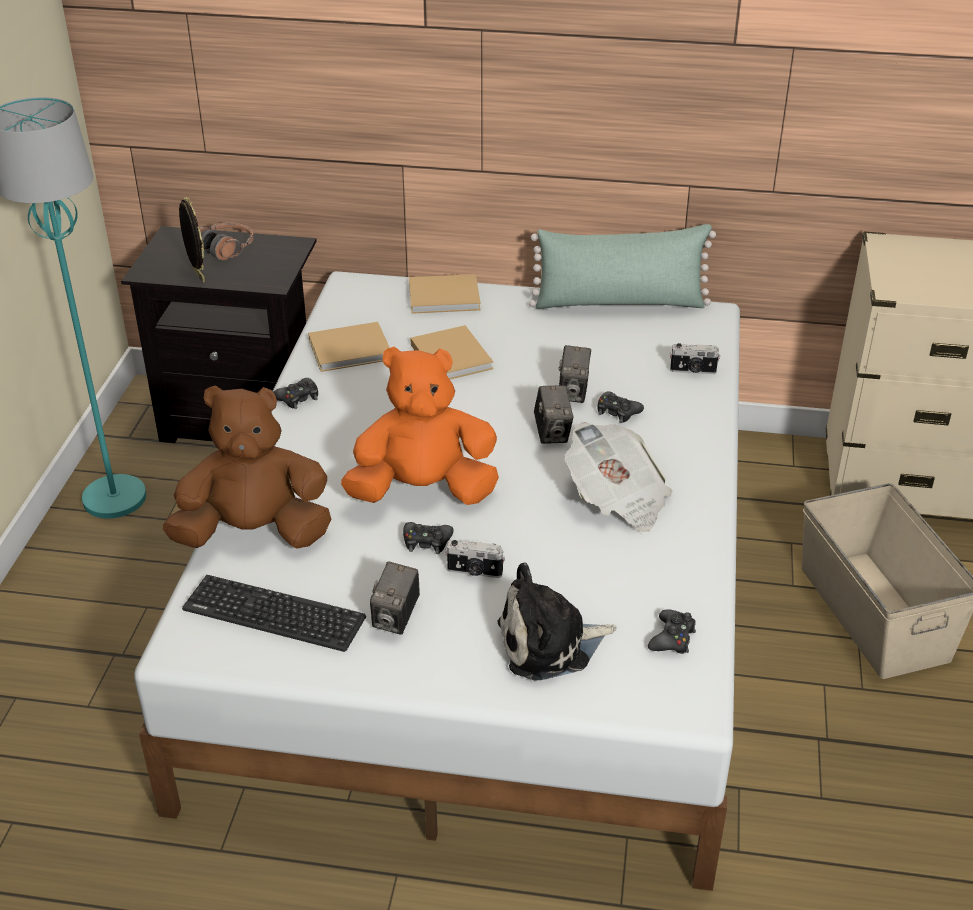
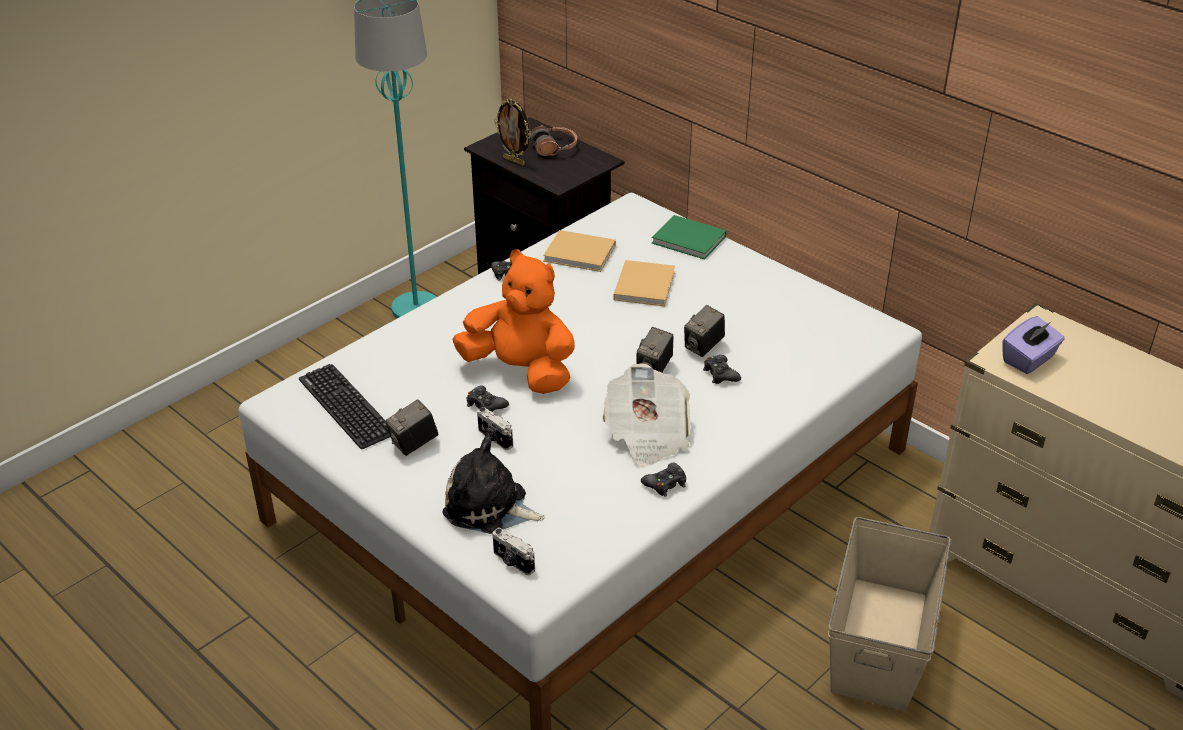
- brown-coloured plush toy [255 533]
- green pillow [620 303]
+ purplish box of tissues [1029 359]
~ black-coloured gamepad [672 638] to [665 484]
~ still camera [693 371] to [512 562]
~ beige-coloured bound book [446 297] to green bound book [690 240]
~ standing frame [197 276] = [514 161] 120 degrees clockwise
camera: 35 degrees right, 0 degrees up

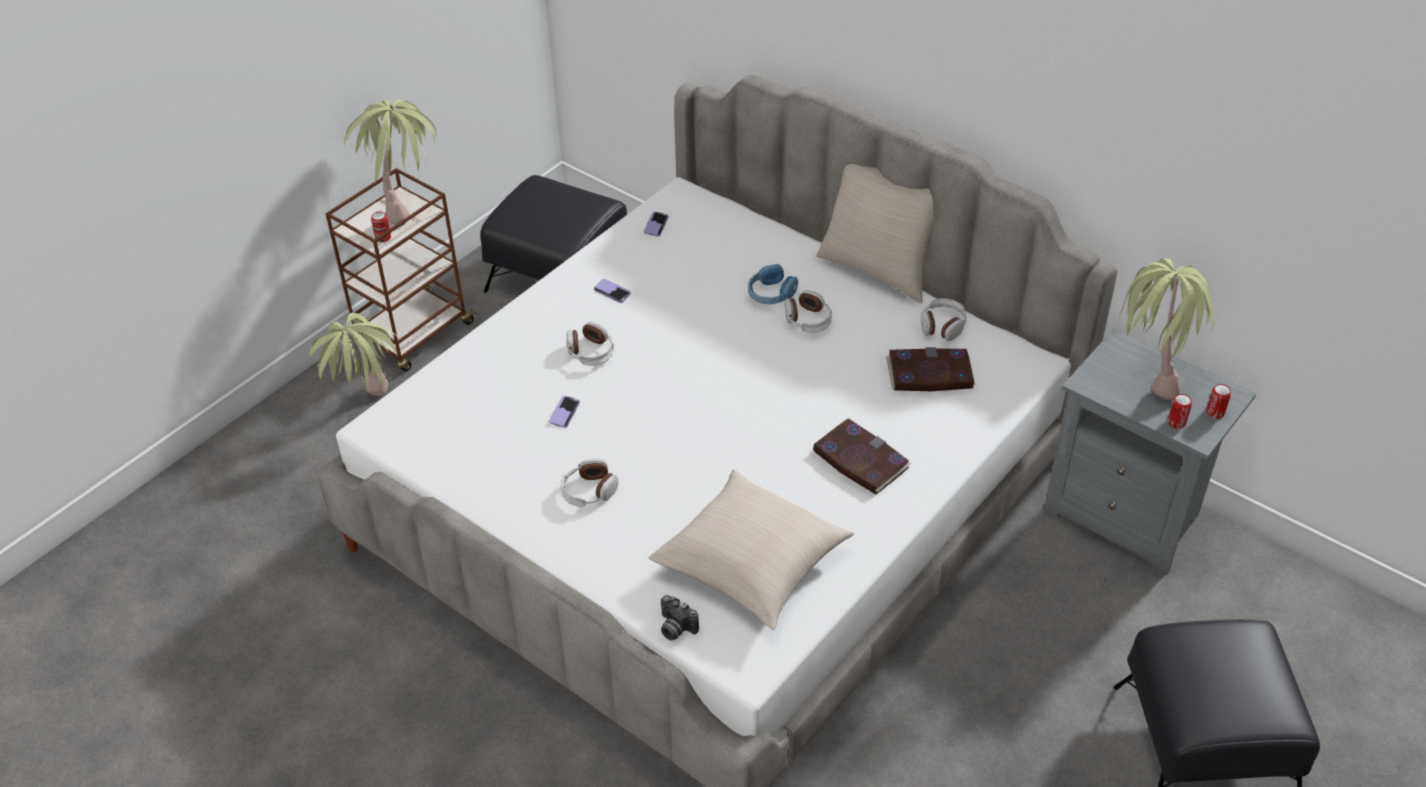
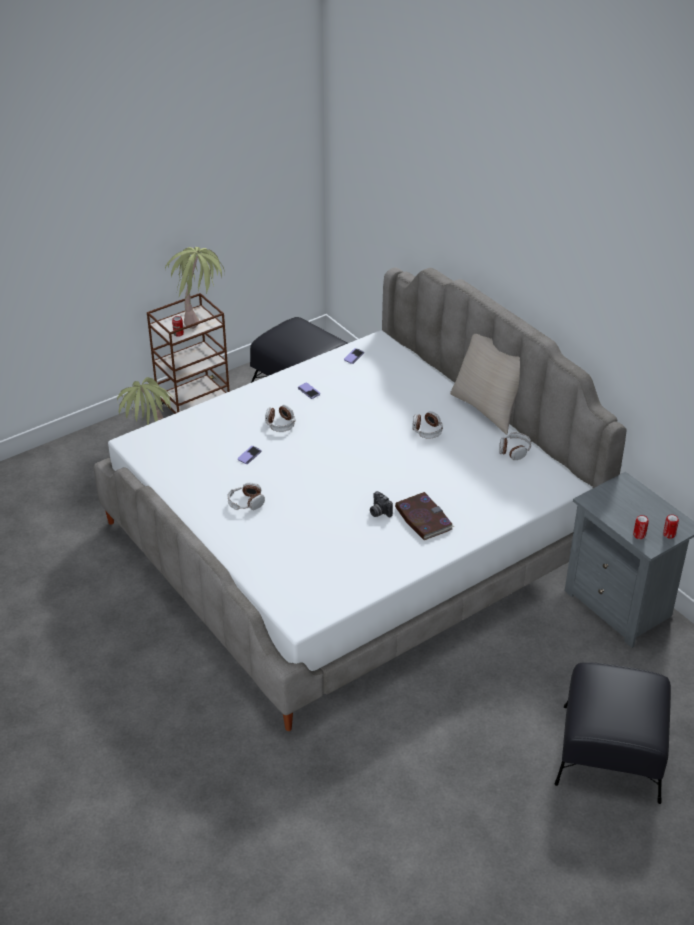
- beige-coloured pillow [751 563]
- blue-coloured pair of headphones [771 294]
- bound book [929 373]
- houseplant [1149 373]
~ still camera [675 628] to [379 512]
camera: 15 degrees right, 5 degrees down

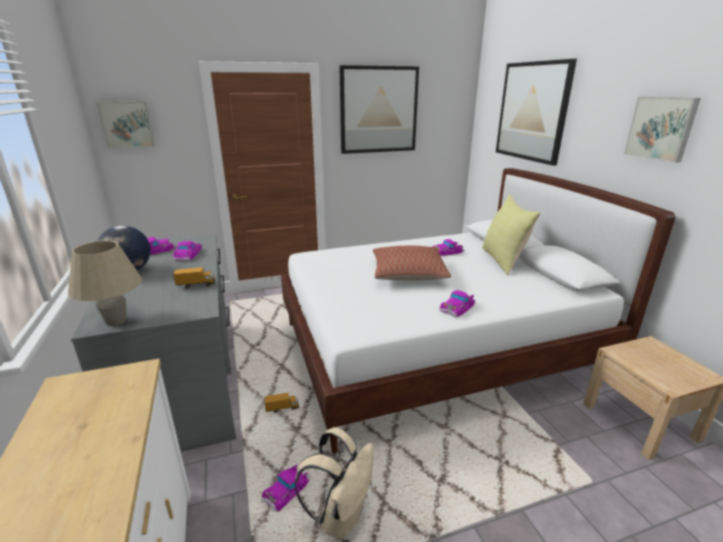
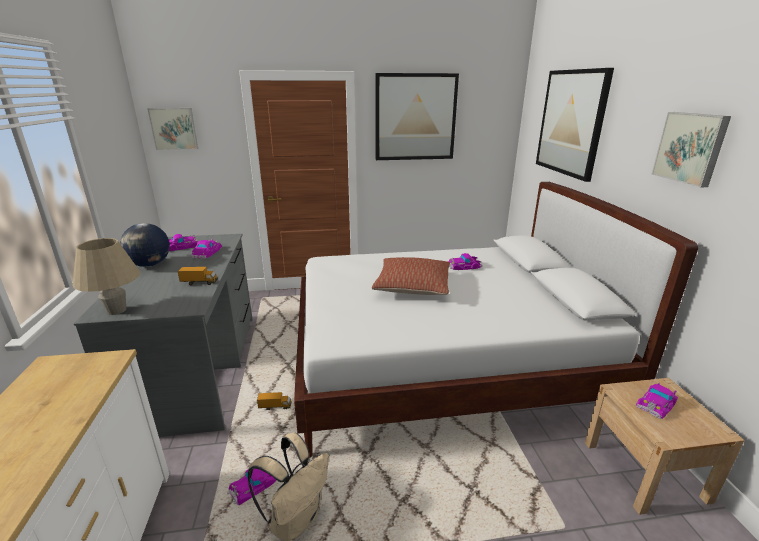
- yellow pillow [503 260]
~ toy car [457 307] to [657 403]
camera: 10 degrees right, 0 degrees up

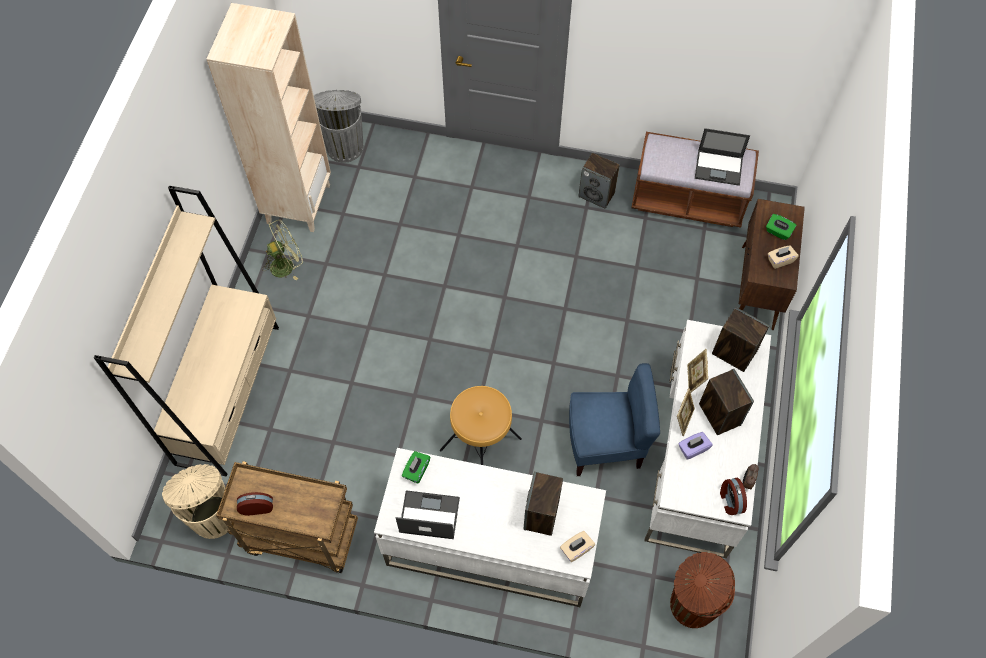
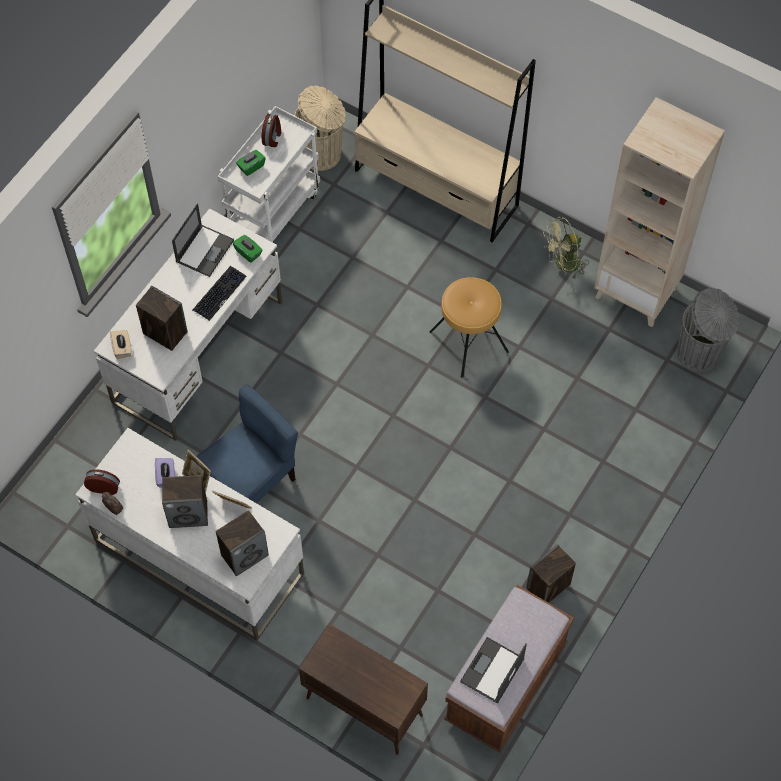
- brown-coloured trash can [691 605]
- beige-coloured box of tissues [780 260]
+ PC keyboard [219 293]
~ brown-coloured stool [481 444] to [468 342]
~ green box of tissues [778 232] to [251 167]
~ brown-coloured trolley [300 538] to whitish trolley [273 211]
~ green electric fan [286 264] = [563 265] 75 degrees clockwise
~ blue-coloured plain chair [605 444] = [251 481] 150 degrees counterclockwise
camera: 110 degrees right, 0 degrees up

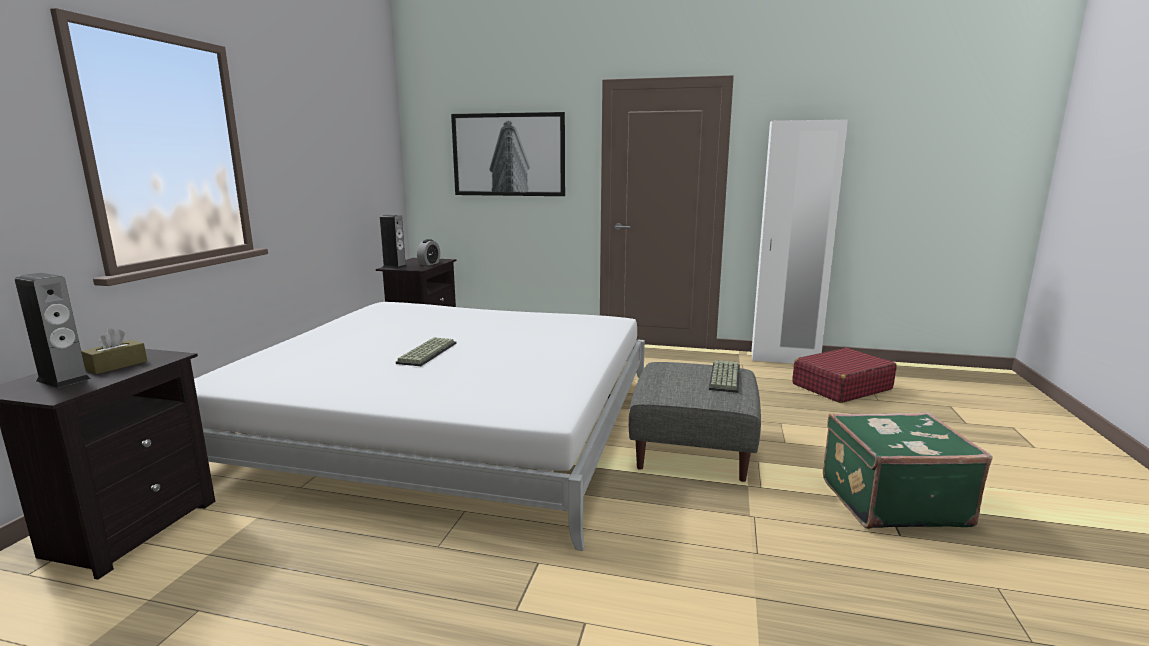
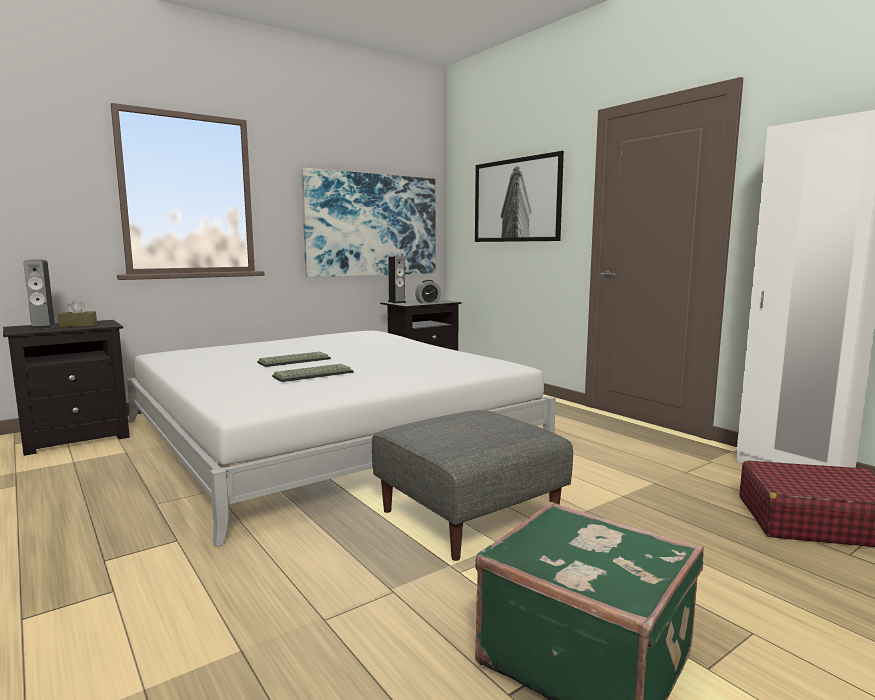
+ picture [372 225]
~ PC keyboard [723 377] to [313 374]
camera: 40 degrees right, 5 degrees down

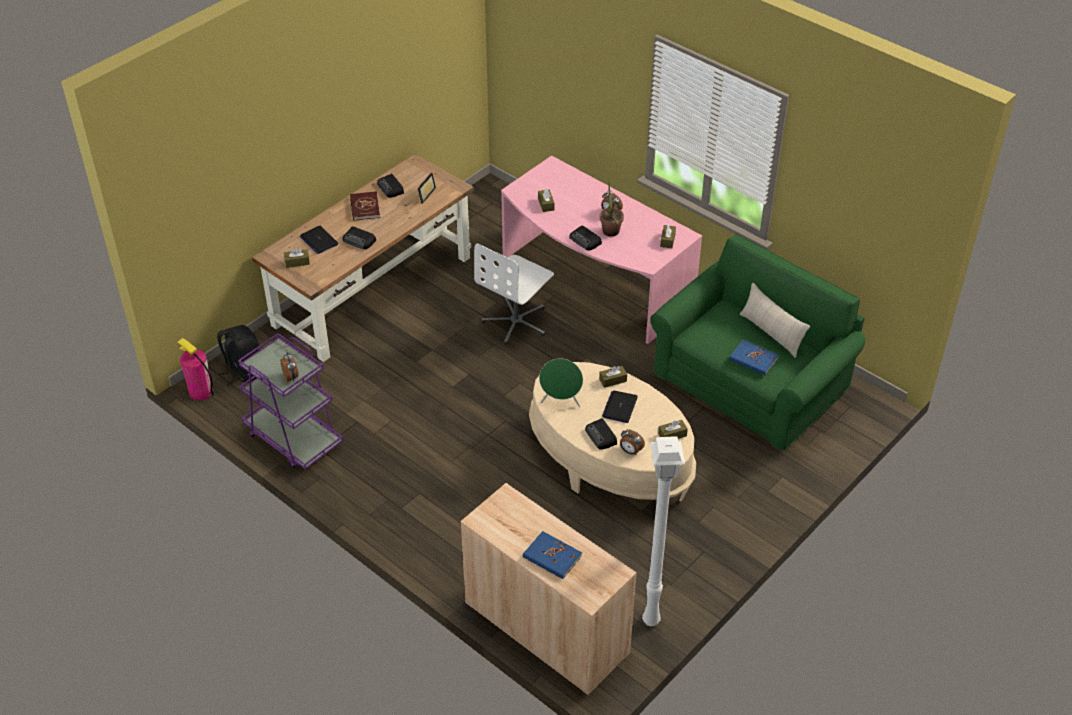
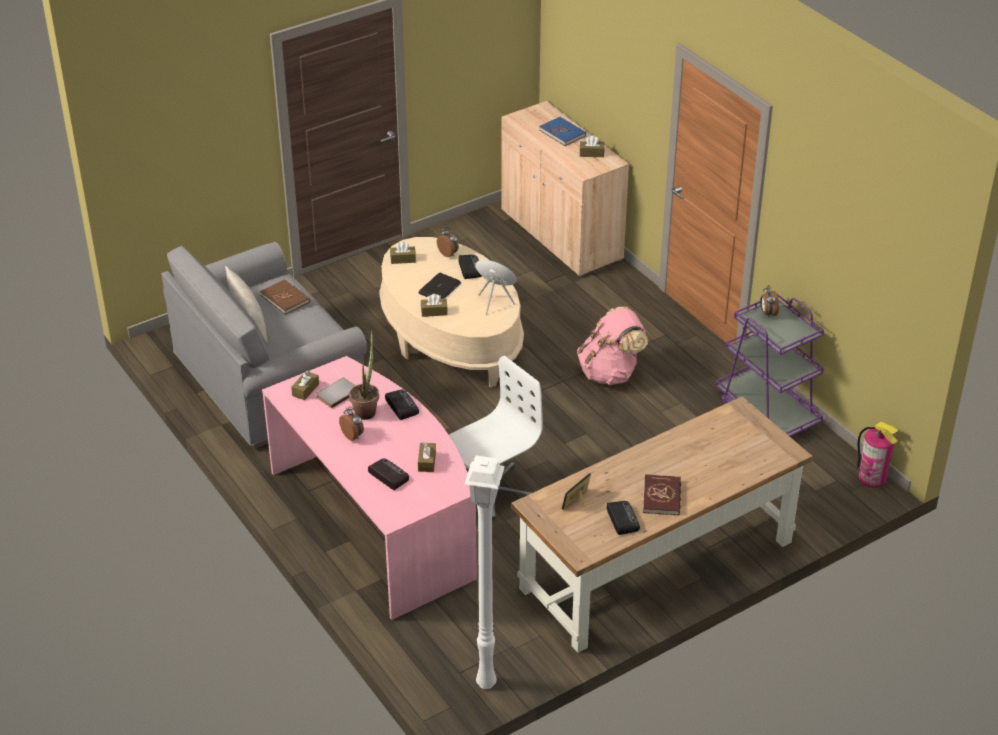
- black-coloured backpack [243 371]
- portable computer [319 240]
+ greyish bound book [336 393]
+ pinkish backpack [610 372]
~ brown-coloured box of tissues [297 262] to [591 153]
~ radio set [359 240] to [388 476]
~ whitish floor lamp [652 619] to [484 683]
~ green settee [751 384] to greyish settee [268 379]
~ blue-coloured bound book [753 359] to brown-coloured bound book [285 298]
camera: 165 degrees left, 5 degrees down

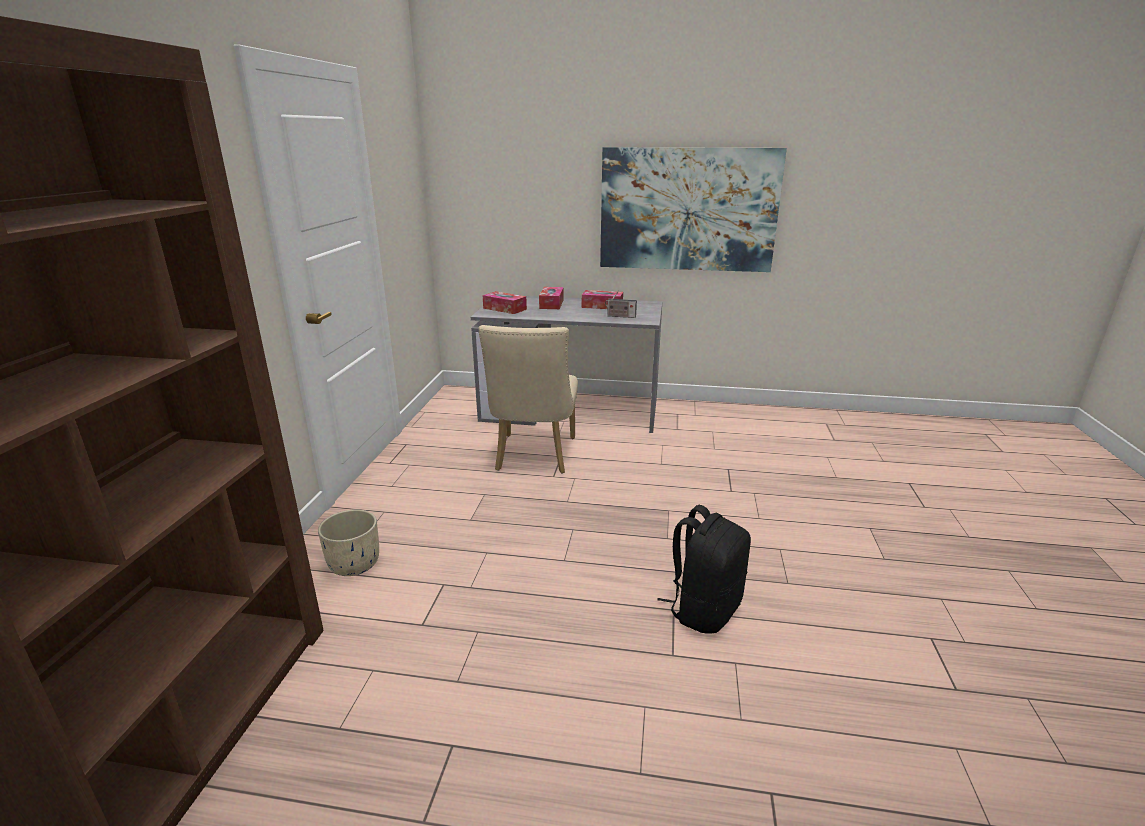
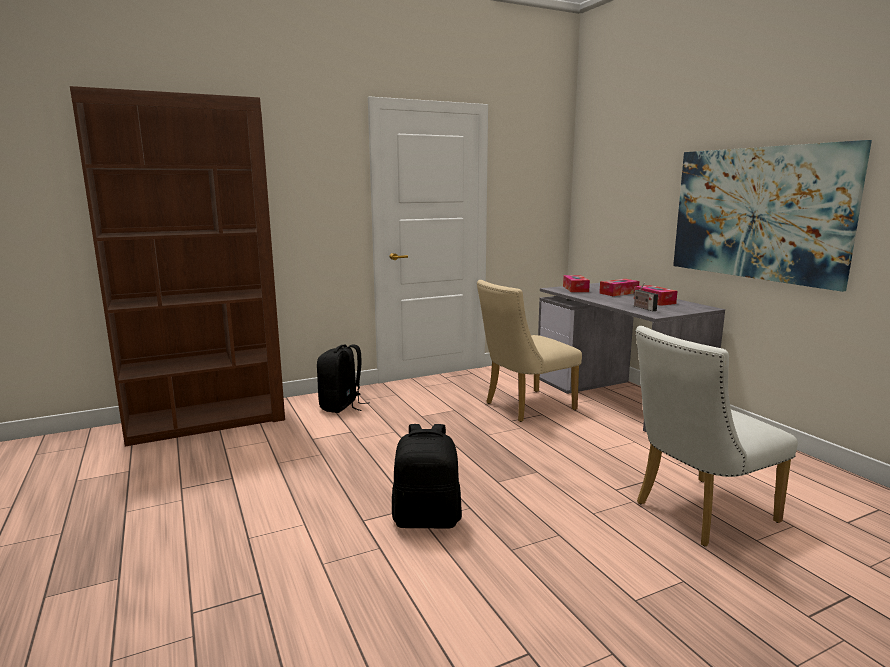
+ whitish plain chair [697 514]
~ beige-coloured planter [355 564] to black-coloured backpack [341 406]
camera: 55 degrees right, 10 degrees down

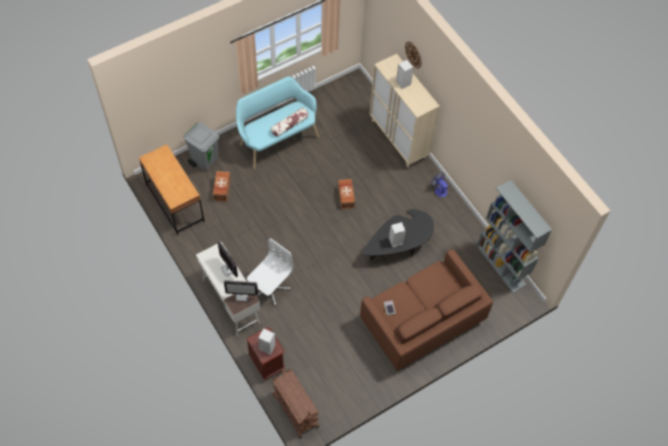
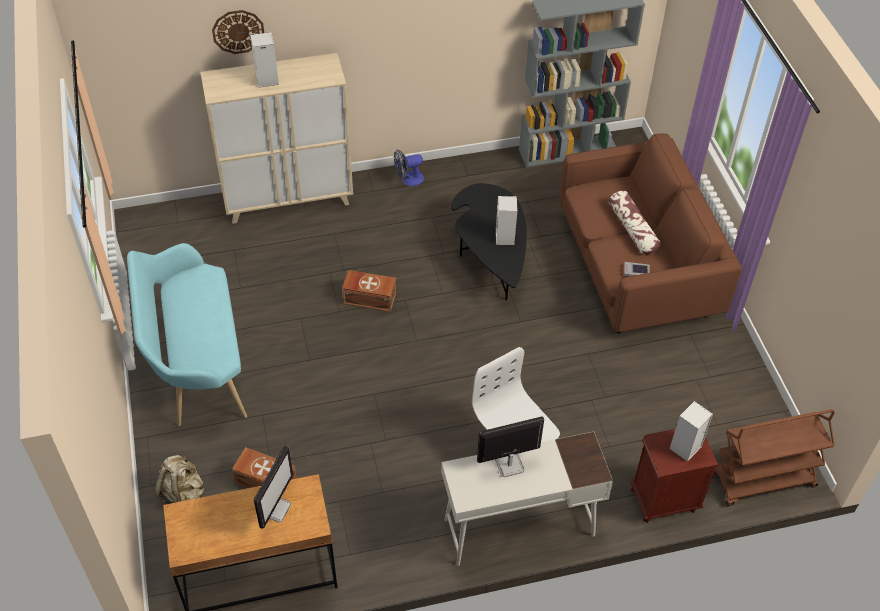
~ monitor [242 295] to [275 508]
~ pillow [289 125] to [632 229]
~ greyish trash can [205 160] to beige-coloured backpack [183 494]
camera: 70 degrees left, 10 degrees down

